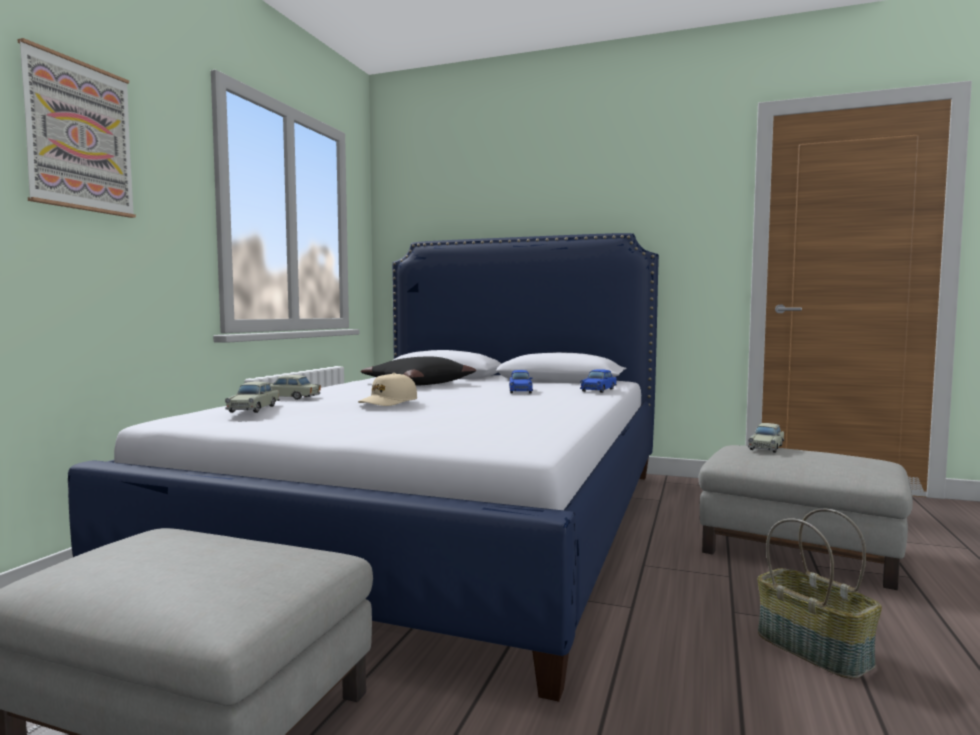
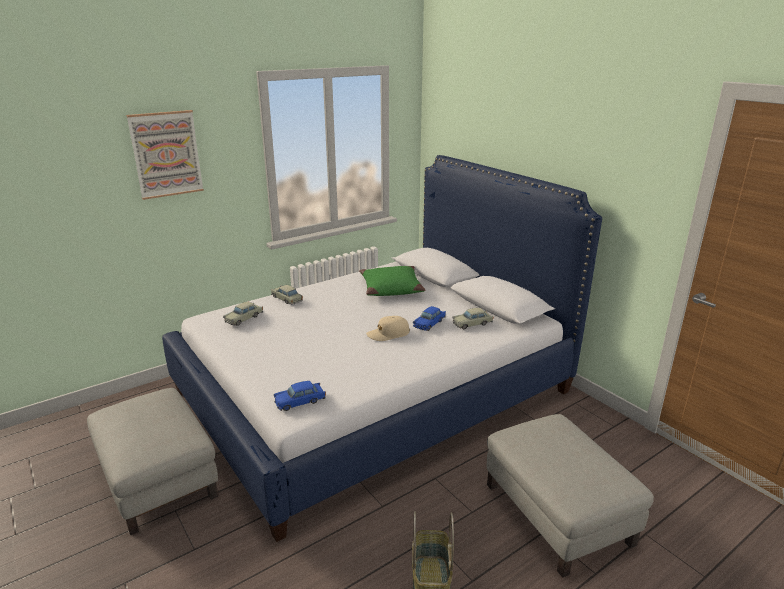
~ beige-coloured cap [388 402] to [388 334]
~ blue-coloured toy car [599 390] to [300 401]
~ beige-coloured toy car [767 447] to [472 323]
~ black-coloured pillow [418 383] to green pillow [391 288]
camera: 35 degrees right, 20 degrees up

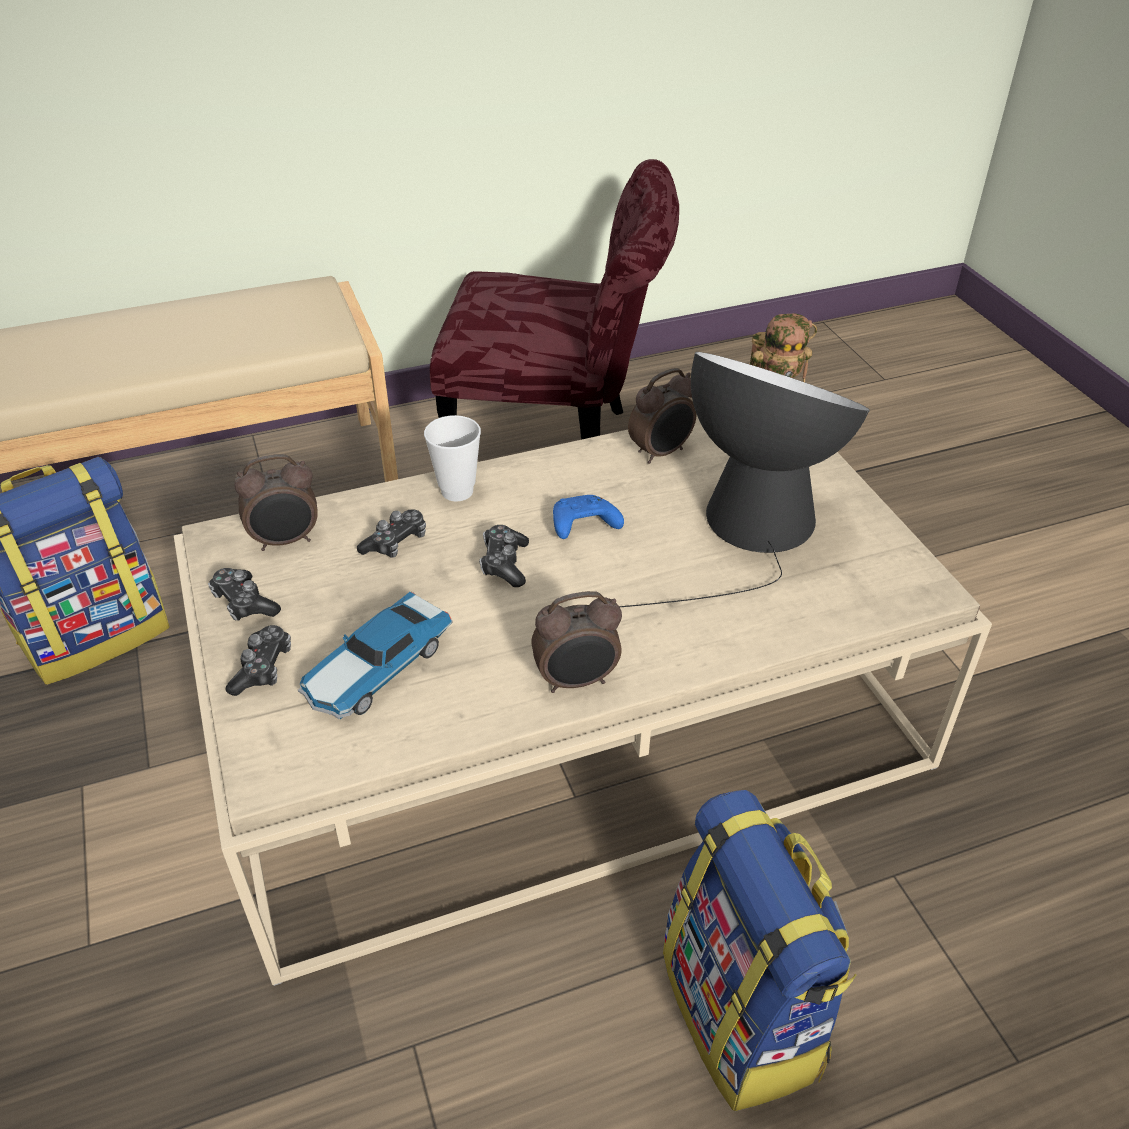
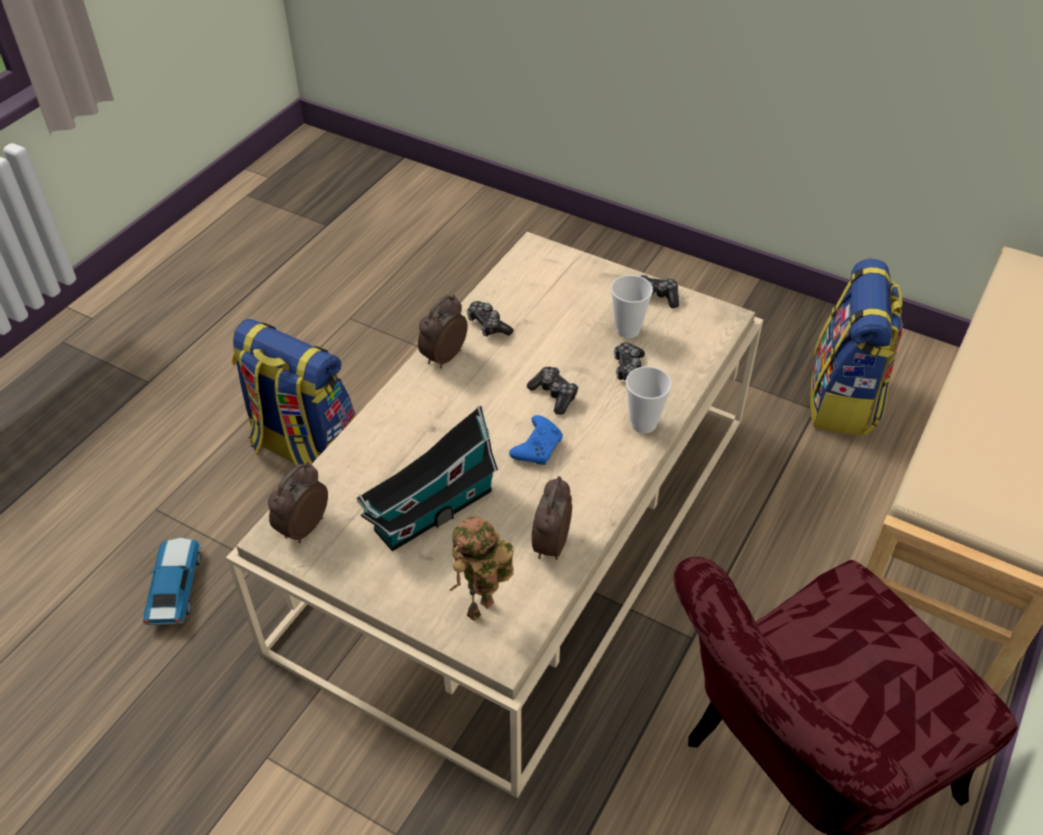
+ drinking cup [627 330]
~ gamepad [263 668] to [488 325]
~ bedside clock [286 541] to [302 528]
~ toy car [376 669] to [175 586]
~ table lamp [749 528] to model house [429 513]
camera: 140 degrees right, 5 degrees up

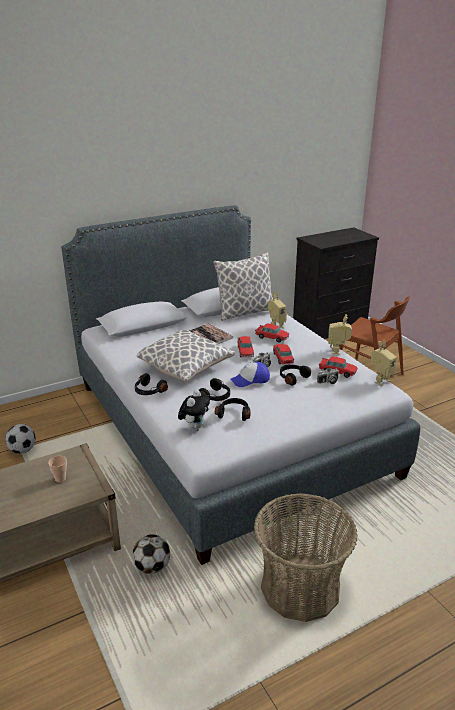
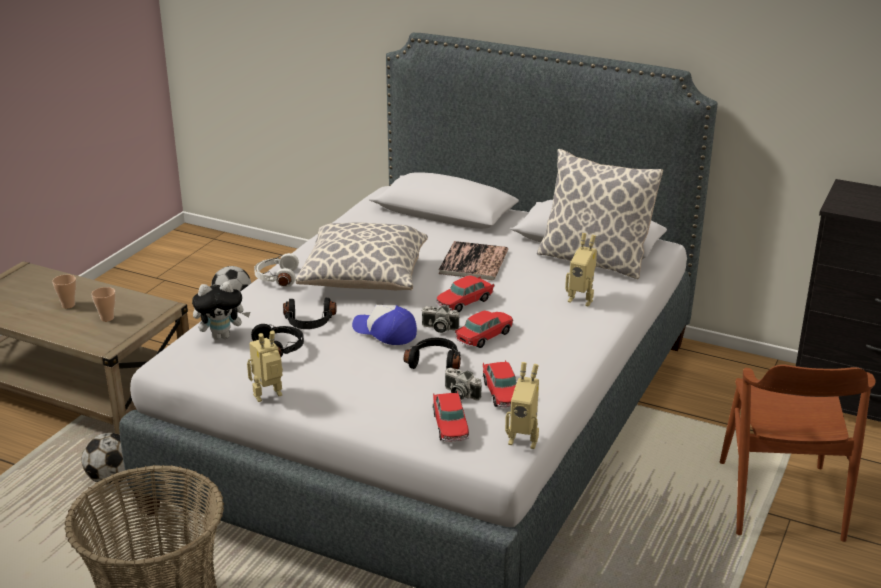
+ drinking cup [68 305]
~ toy car [272 337] to [450 426]
~ robot figure [338 351] to [269 397]
~ black-coloured pair of headphones [148 391] to whitish pair of headphones [276 278]
camera: 55 degrees right, 0 degrees up

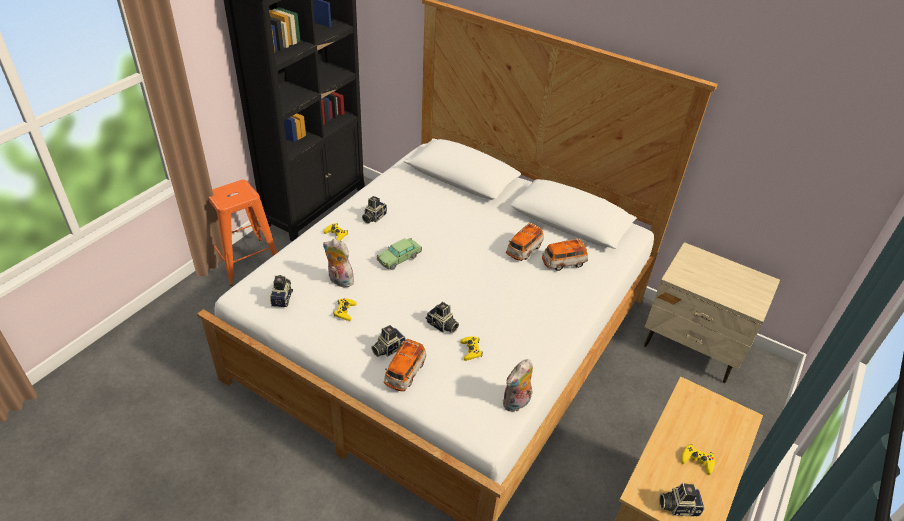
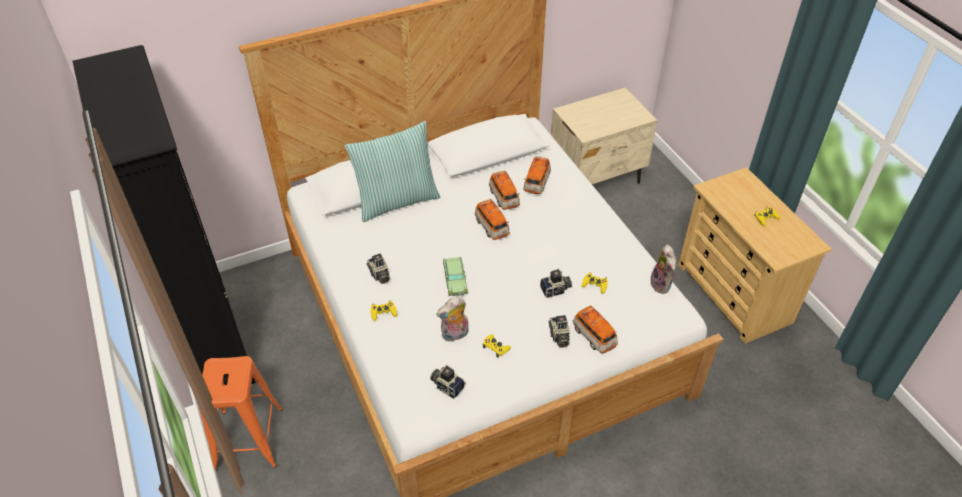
- still camera [678 506]
+ pillow [397 201]
+ toy car [492 227]
camera: 55 degrees left, 5 degrees up

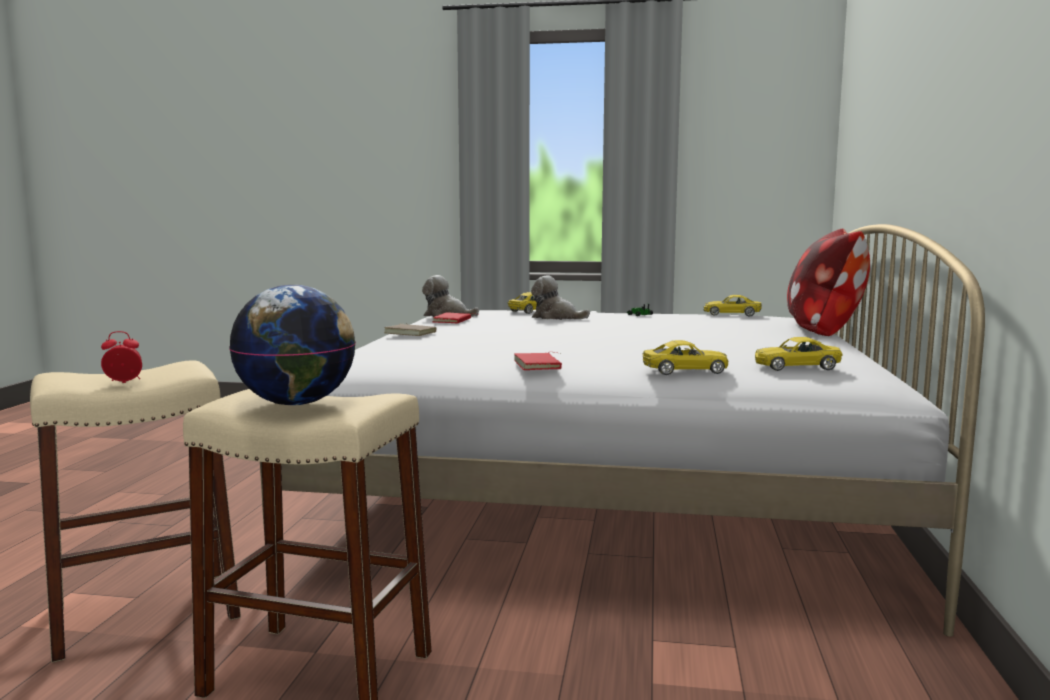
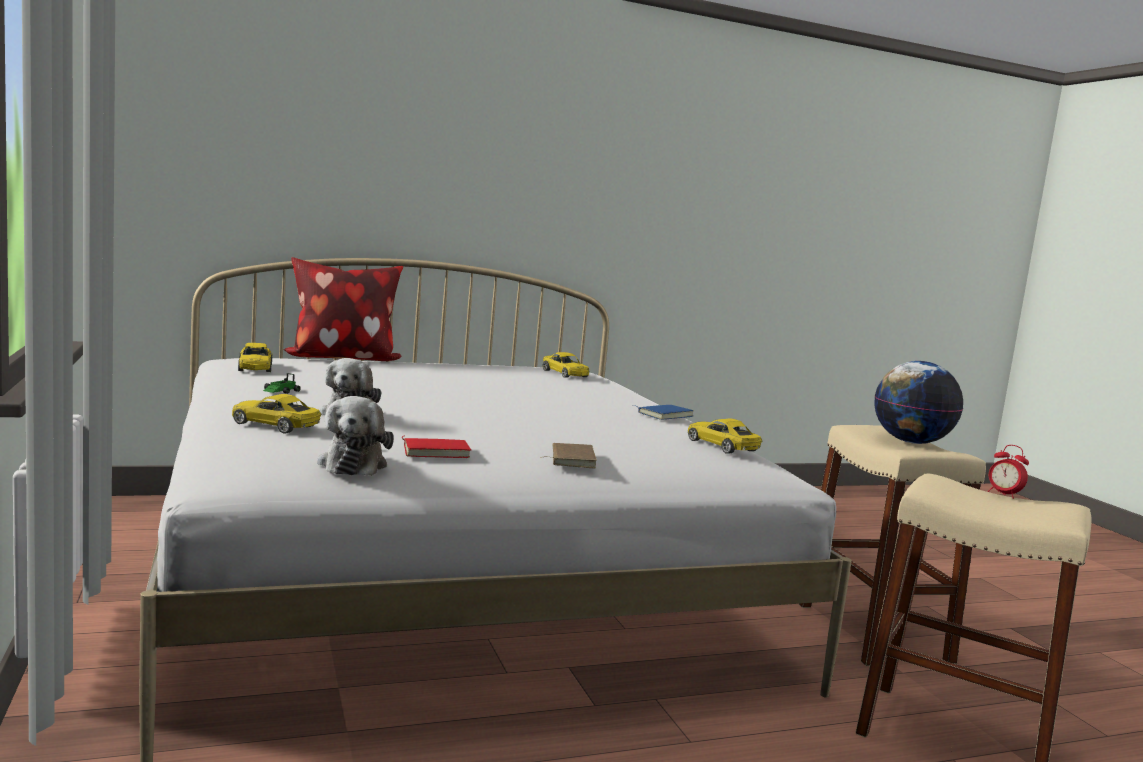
~ yellow toy car [685 370] to [722 446]
~ reddish bound book [539 365] to blue-coloured bound book [664 415]
camera: 120 degrees left, 0 degrees up

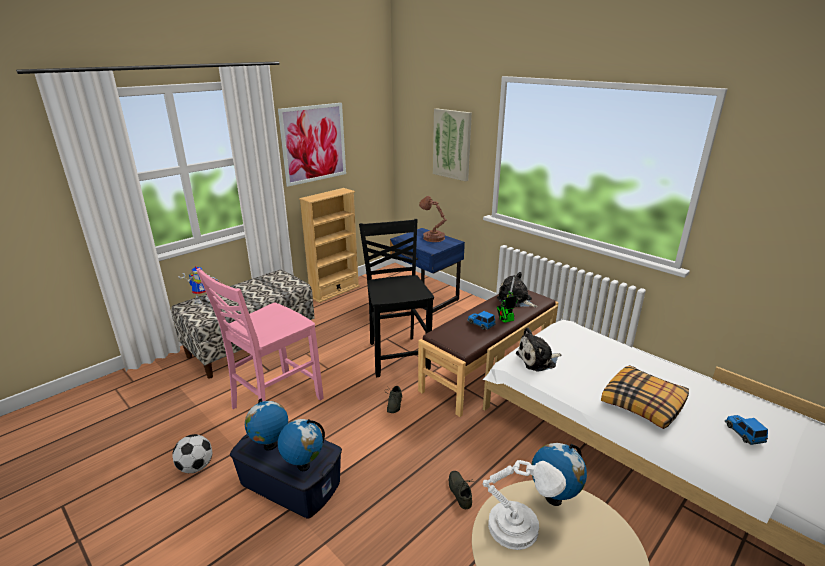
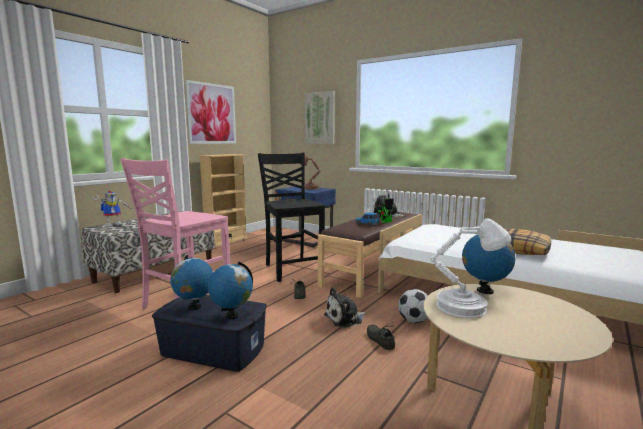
- toy car [743 433]
~ football [196 467] to [414 321]
~ plush toy [538 360] to [345 318]
camera: 10 degrees left, 15 degrees down

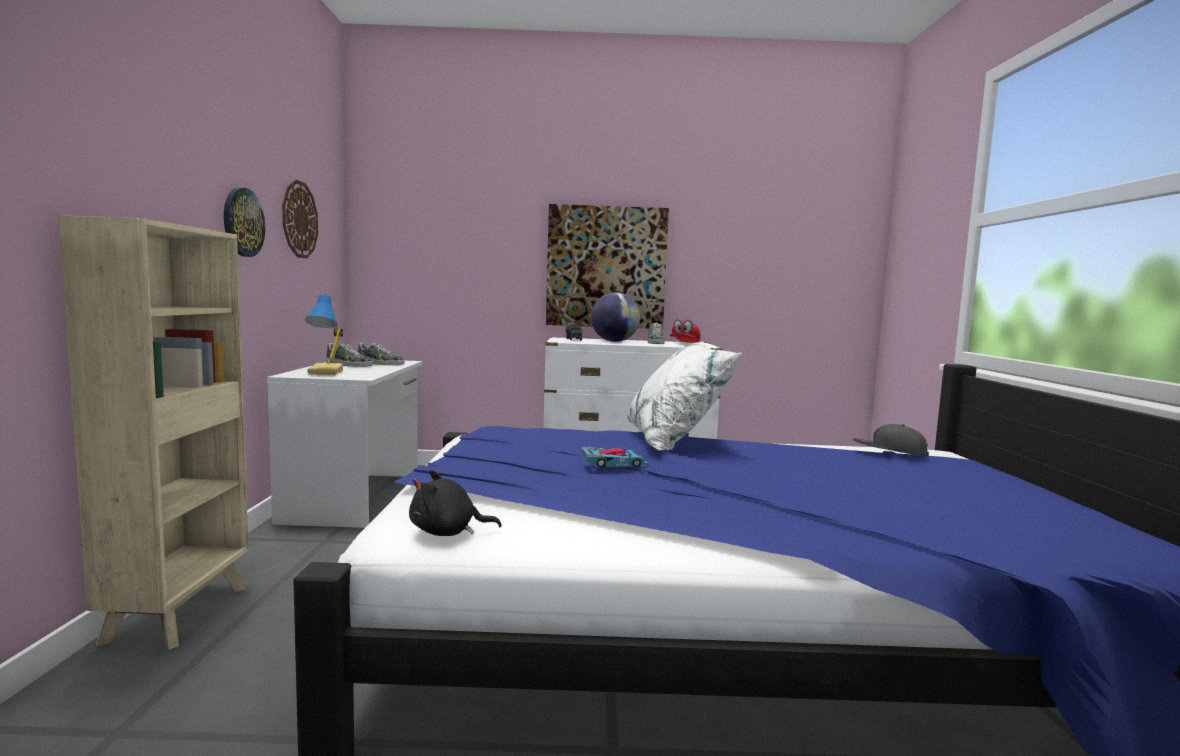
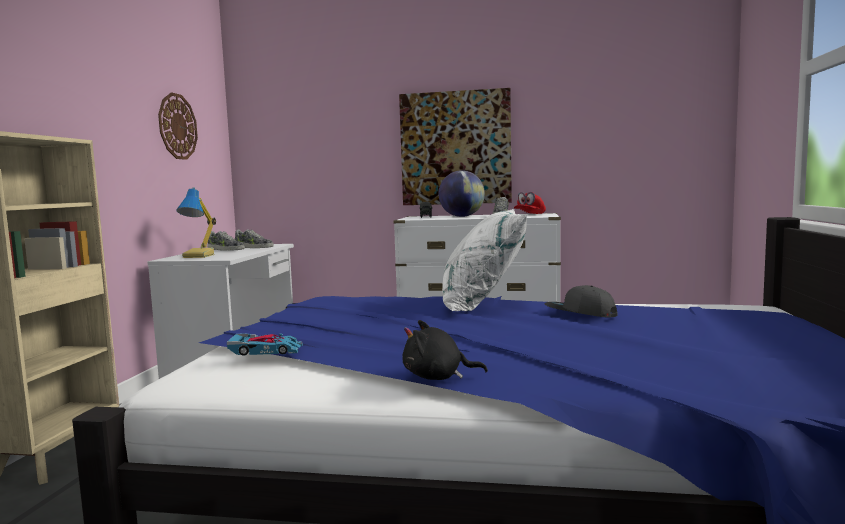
- hanging clock [242 222]
~ black-coloured plush toy [447 532] to [437 377]
~ toy car [614 463] to [266 350]
~ greyish cap [888 451] to [580 313]
camera: 10 degrees right, 0 degrees up

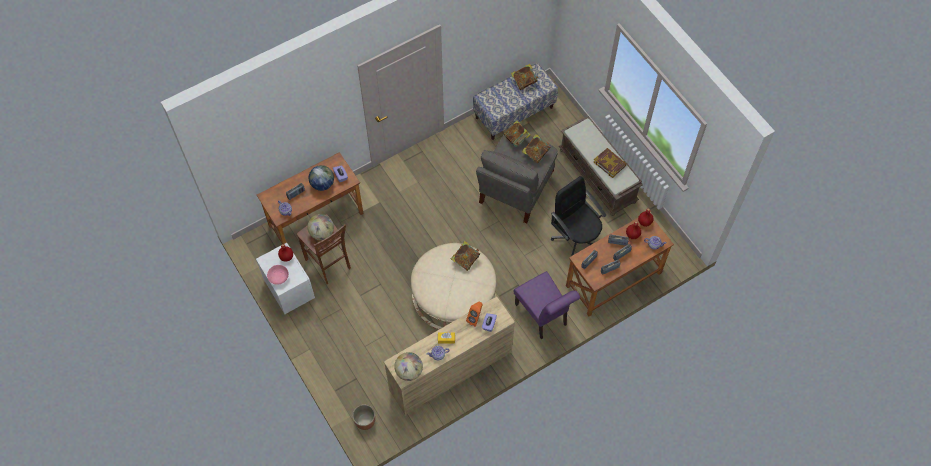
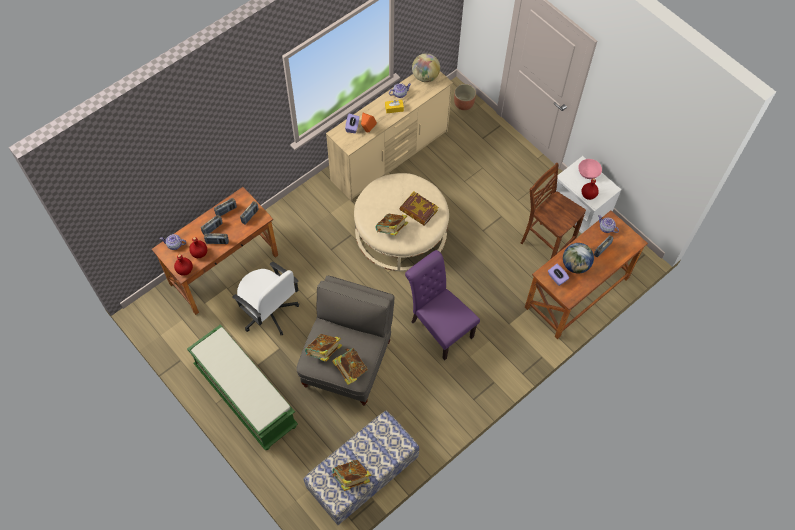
- globe [322 233]
~ purplish plain chair [543 317] to [438 327]
~ bound book [610 163] to [418 210]
~ black-coloured desk chair [576 238] to whitish desk chair [269 312]
~ brown-coloured indoor bench [598 176] to green indoor bench [244 396]
camera: 170 degrees right, 0 degrees up

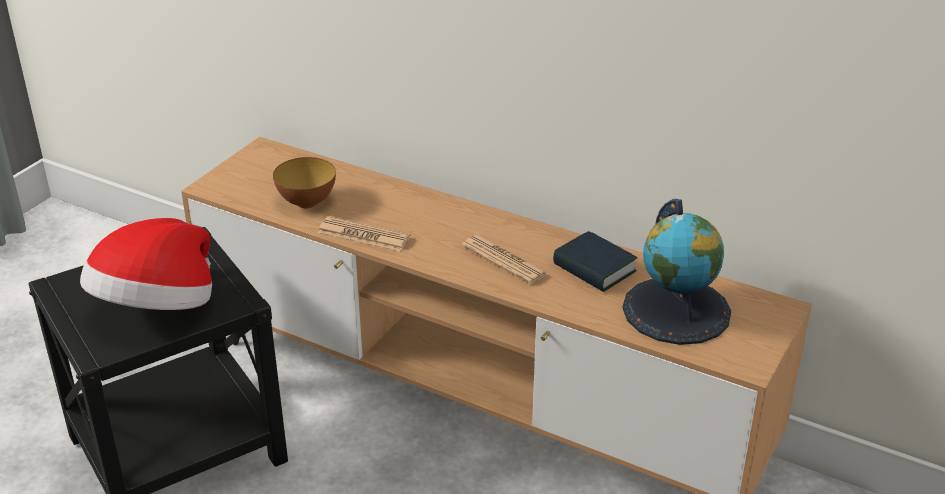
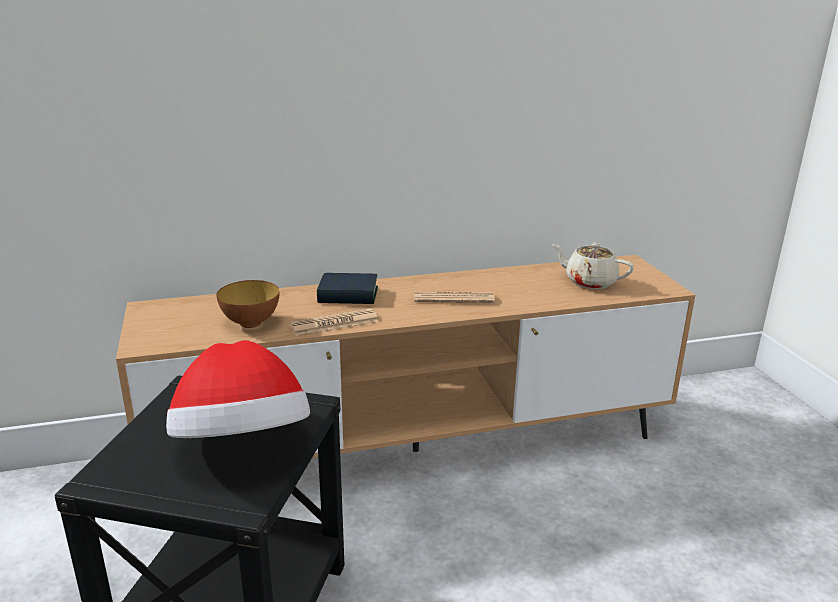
~ bound book [594 268] to [348 295]
~ globe [677 310] to beige-coloured pot for tea [589 282]
camera: 45 degrees left, 10 degrees down

